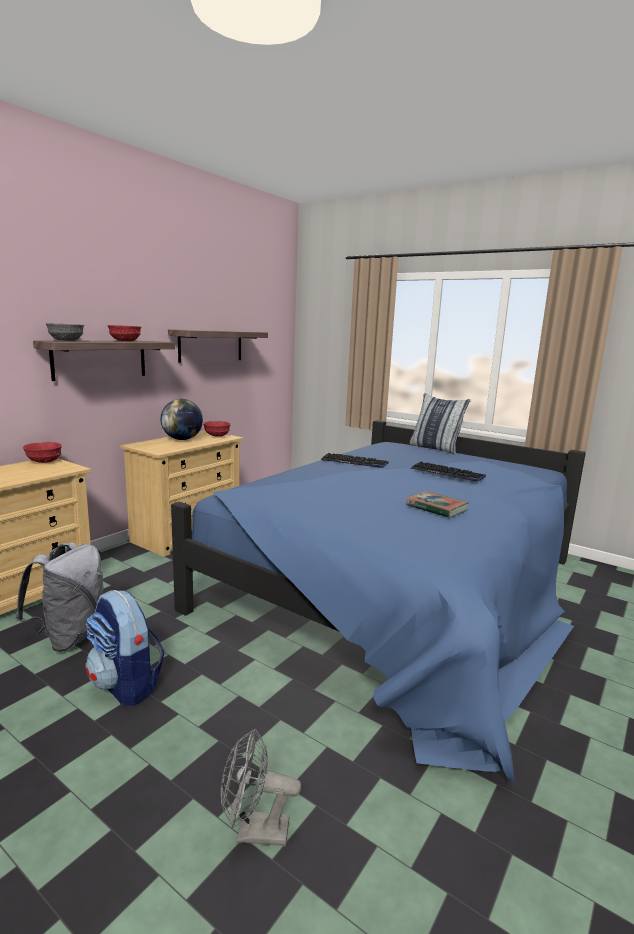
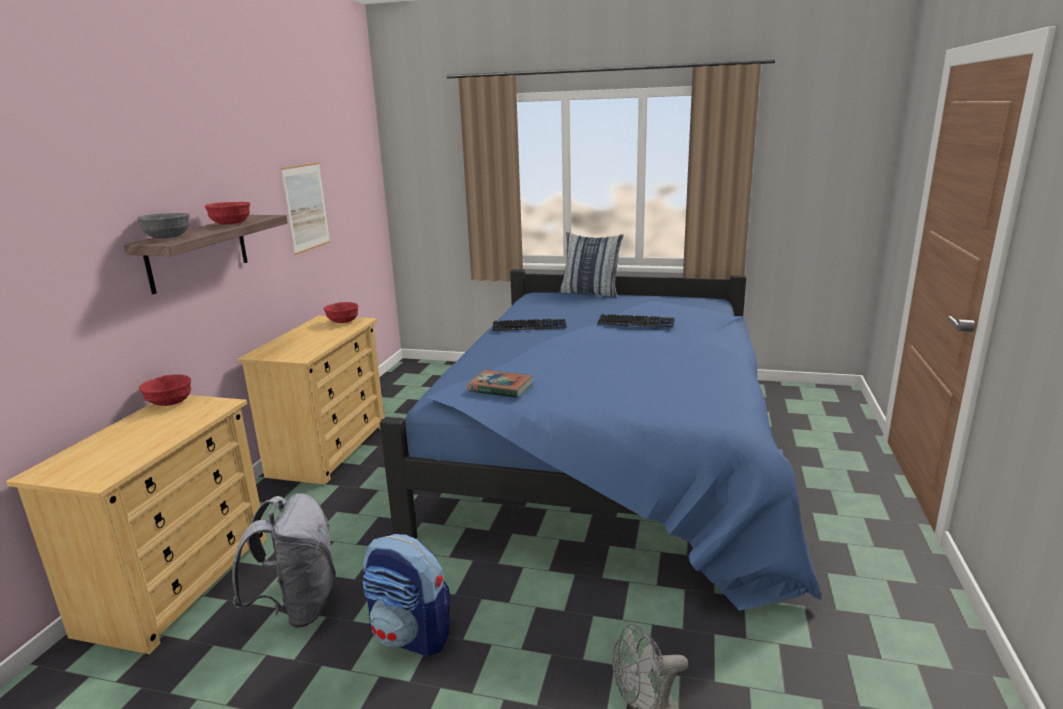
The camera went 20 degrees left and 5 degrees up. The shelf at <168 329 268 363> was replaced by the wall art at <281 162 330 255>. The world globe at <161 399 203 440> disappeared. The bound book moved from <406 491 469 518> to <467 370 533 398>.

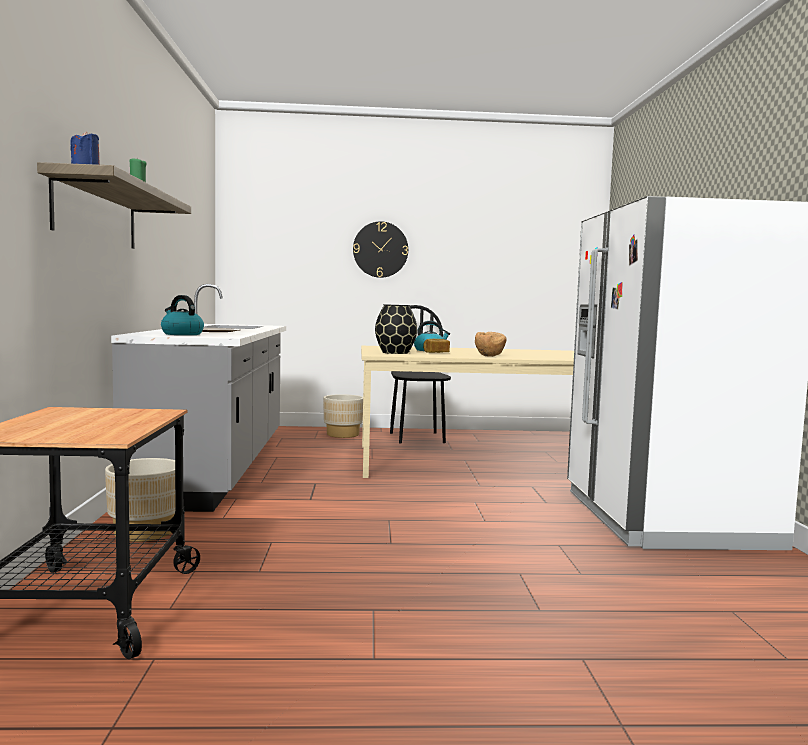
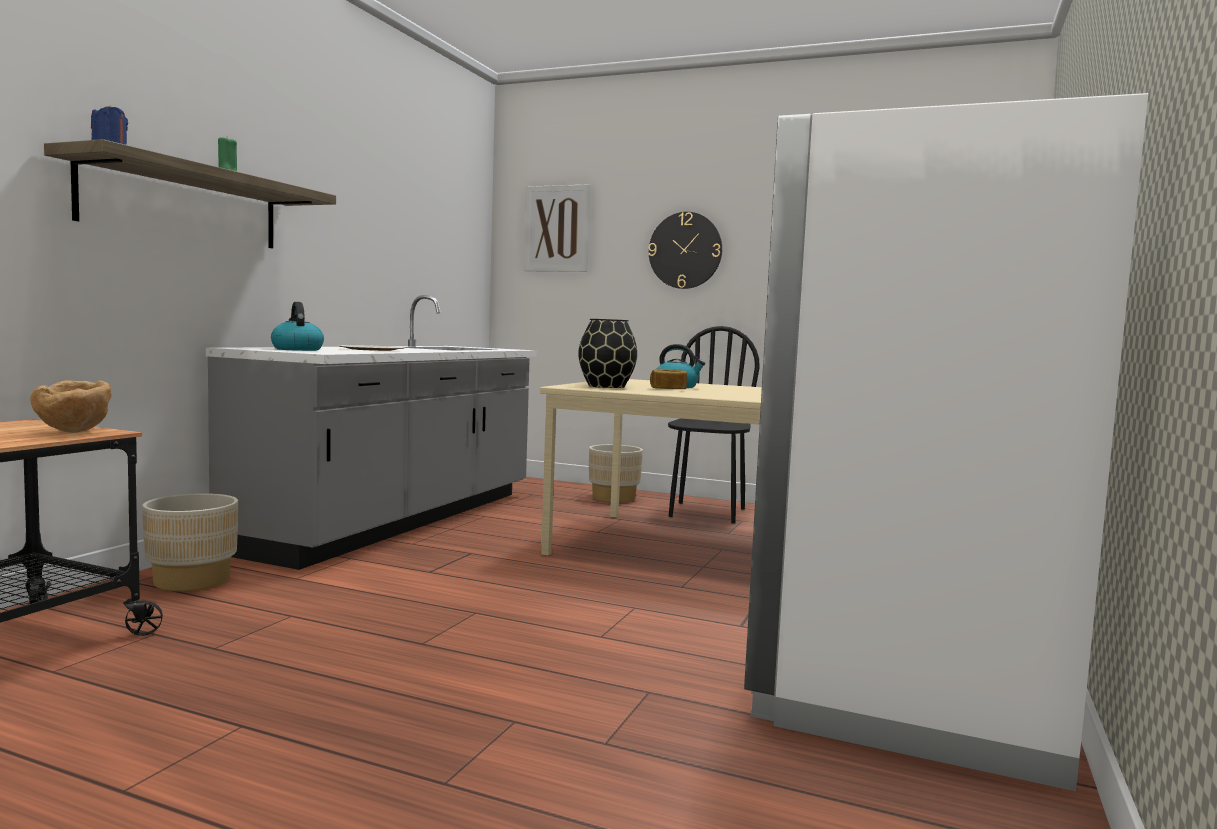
The camera went 25 degrees right and 0 degrees up. The brownish serving bowl moved from <475 332 507 357> to <30 380 112 433>. The wall art at <524 184 591 272> appeared.

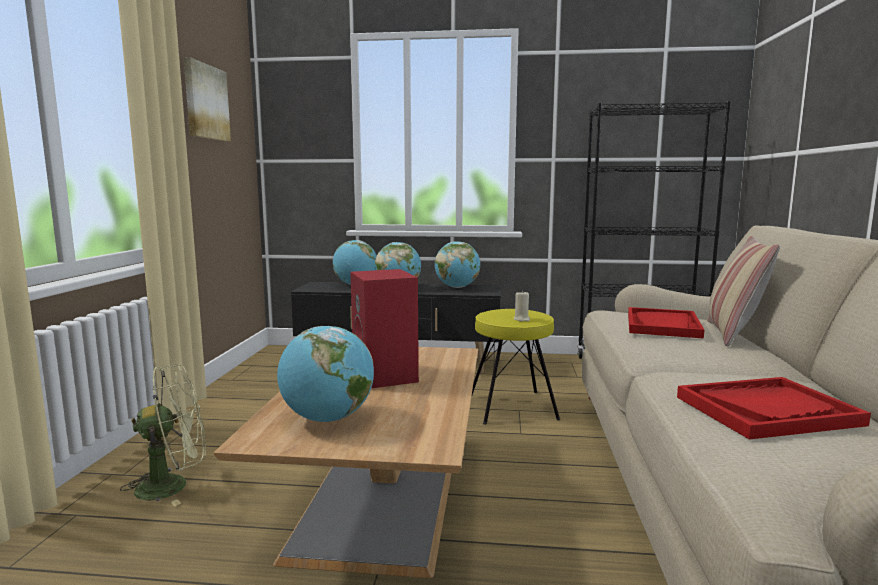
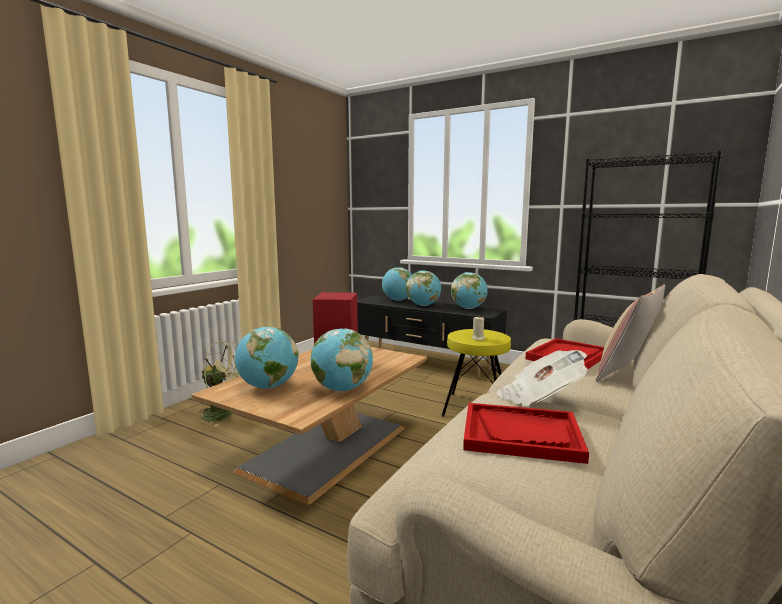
The camera went 25 degrees right and 0 degrees up. The wall art at <184 57 231 141> disappeared. The world globe at <311 328 373 391> appeared. The newspaper at <496 350 588 407> appeared.

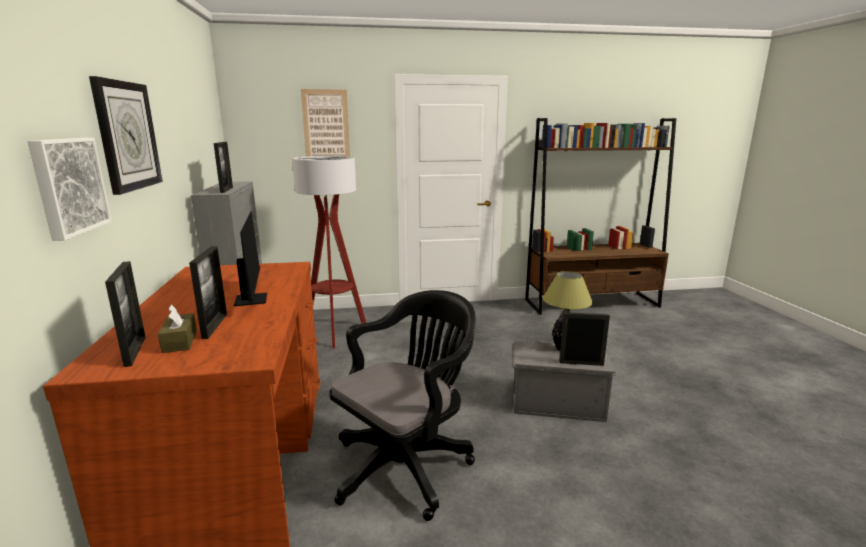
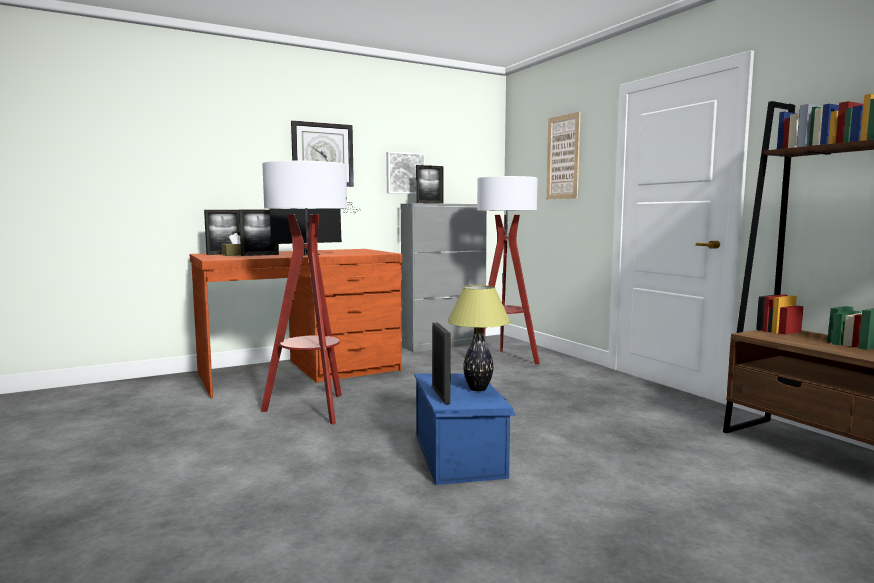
The camera went 70 degrees right and 10 degrees down. The wall art moved from <27 138 112 241> to <386 152 425 194>. The black office chair at <329 290 475 521> was replaced by the standard lamp at <261 160 347 425>. The gray storage bin at <513 341 617 422> became the bluish storage bin at <414 373 516 485>.

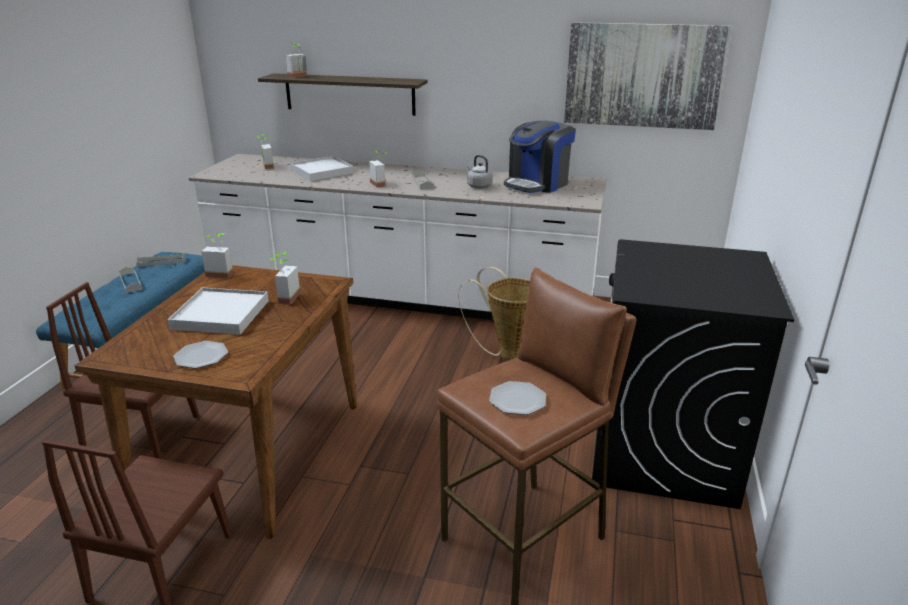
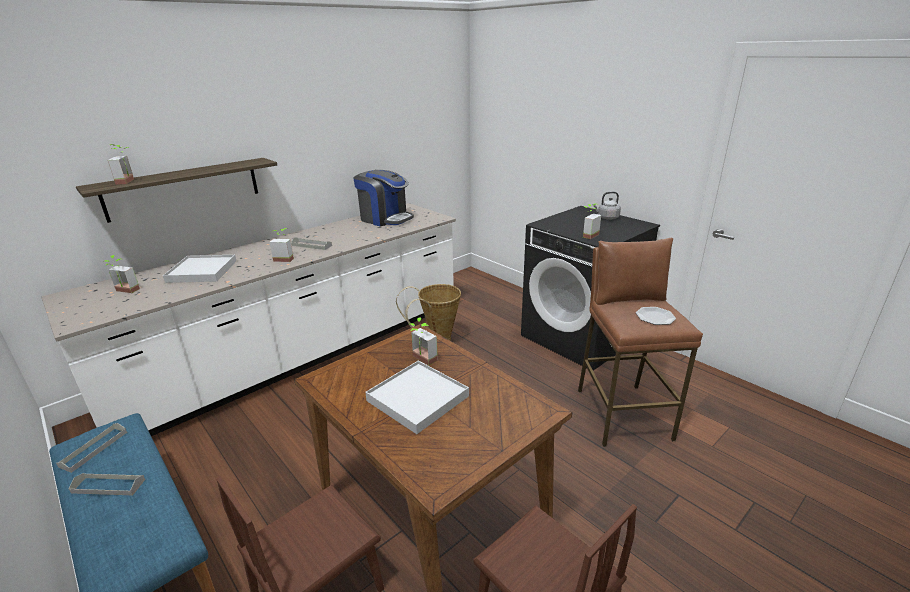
The camera went 55 degrees left and 0 degrees up. The wall art at <564 22 732 130> disappeared. The coffee brewer at <504 121 576 193> turned 45 degrees counterclockwise. The gray kettle moved from <467 155 493 189> to <593 192 621 220>. The houseplant moved from <201 233 233 279> to <583 204 601 239>. The flat dish at <173 341 228 369> disappeared.

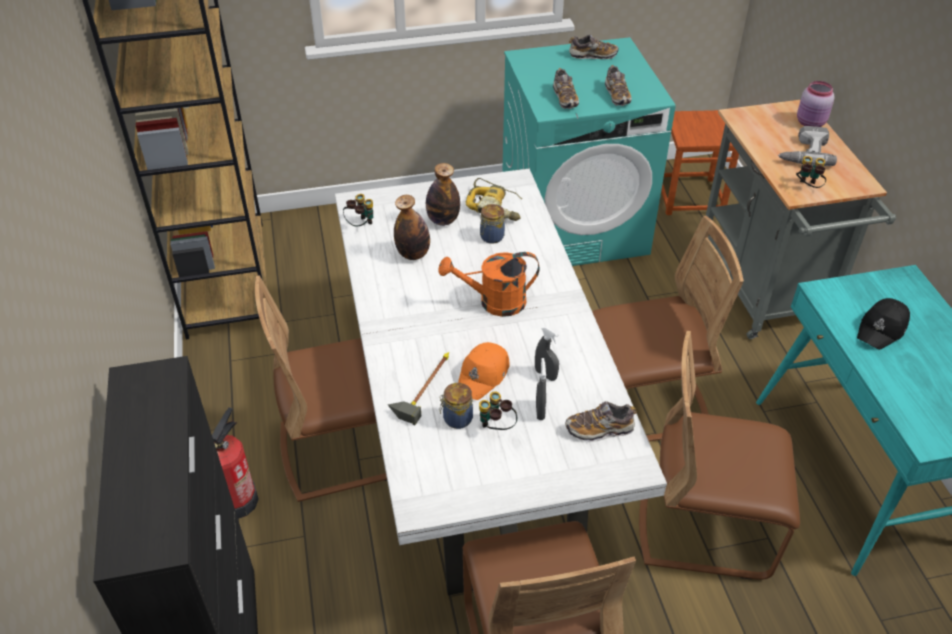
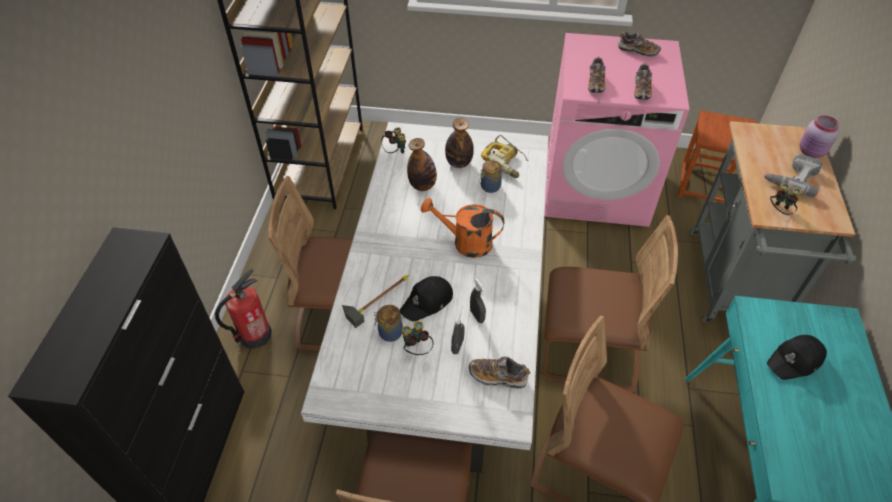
The camera went 20 degrees right and 5 degrees up. The turquoise laundry machine at <502 37 675 266> became the pinkish laundry machine at <544 33 689 227>. The orange cap at <458 342 510 400> became the black cap at <400 276 453 322>.

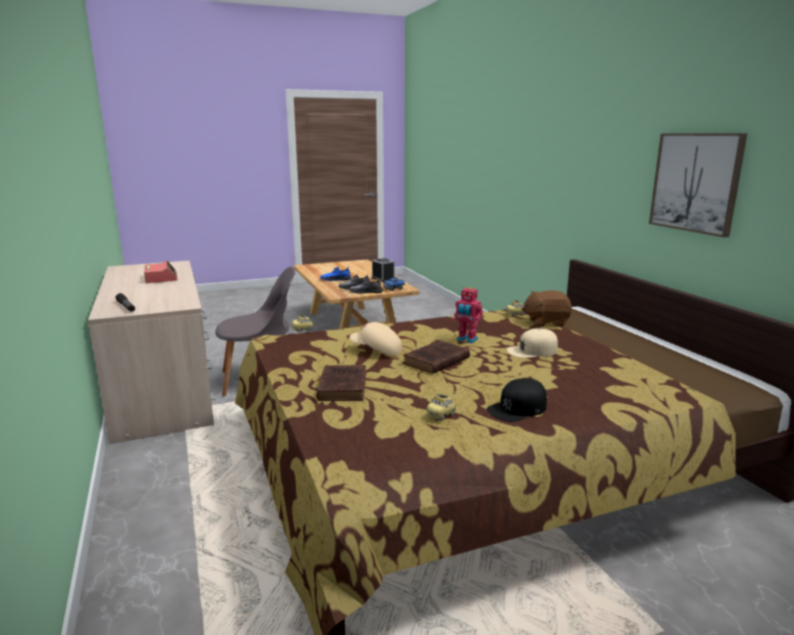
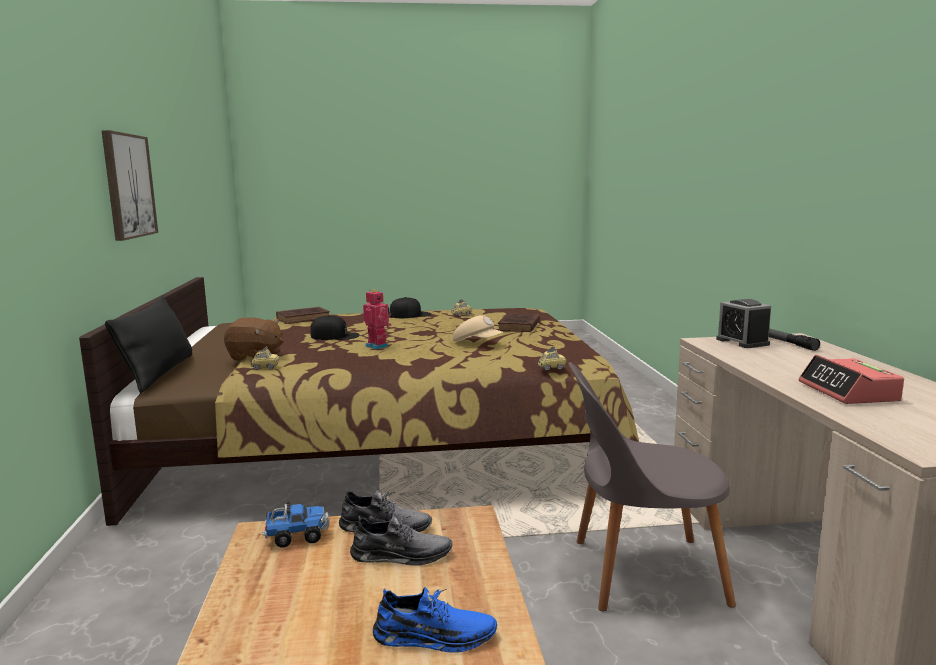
The camera went 165 degrees left and 5 degrees down. The bedside clock moved from <372 258 395 282> to <716 299 771 348>. The beige cap at <507 328 558 358> became the black cap at <310 315 360 340>. The brownish bound book moved from <403 340 470 374> to <276 307 330 324>. The black pillow at <105 296 192 393> appeared.

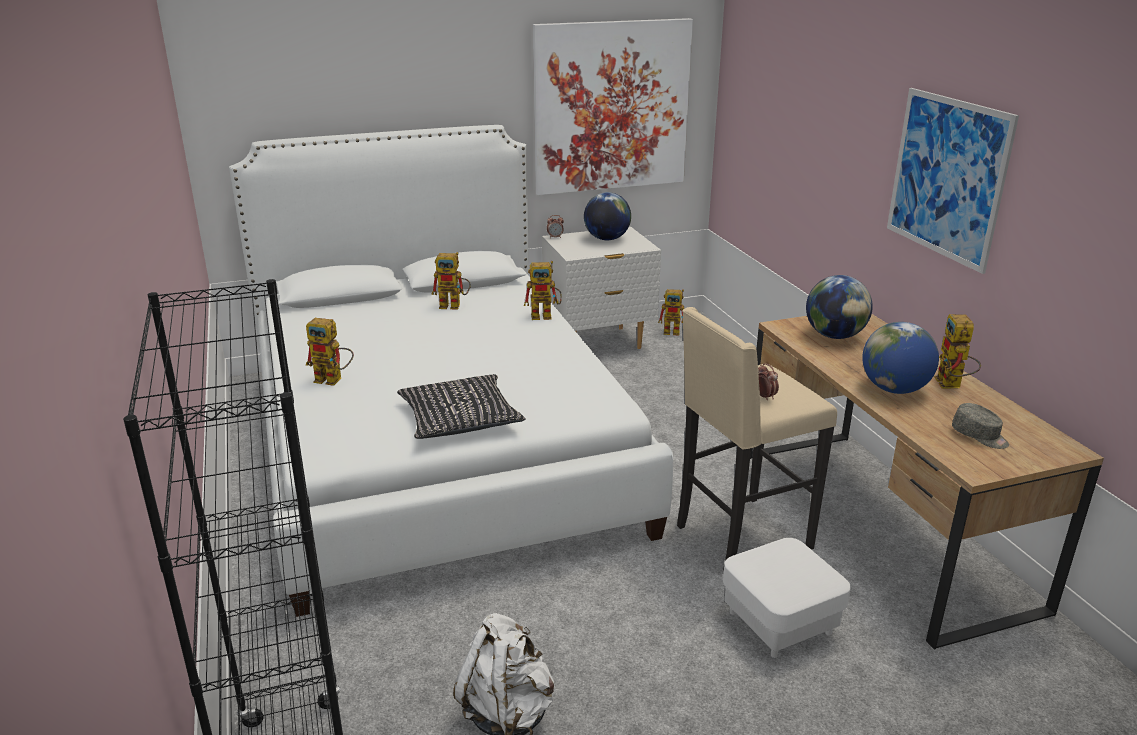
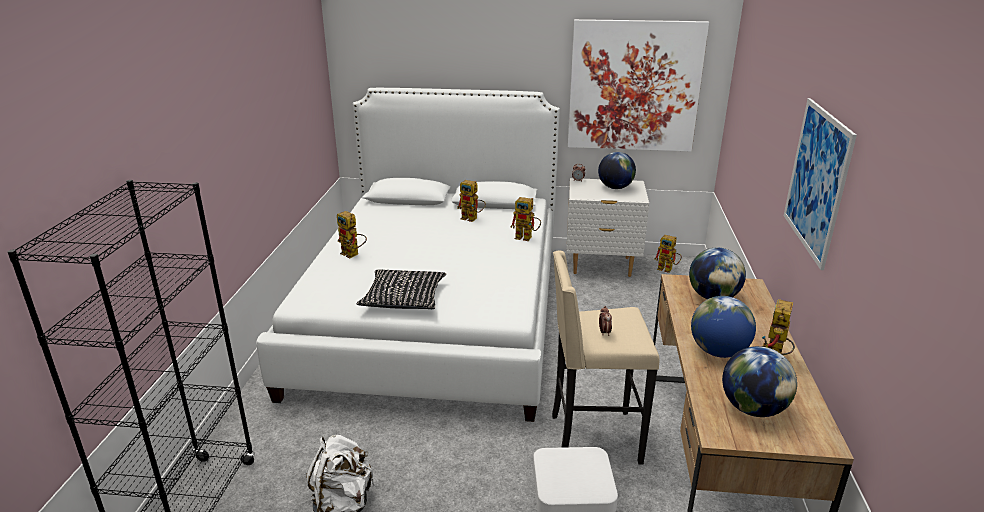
The camera went 25 degrees right and 0 degrees up. The gray cap at <952 403 1009 449> was replaced by the world globe at <722 346 797 417>.

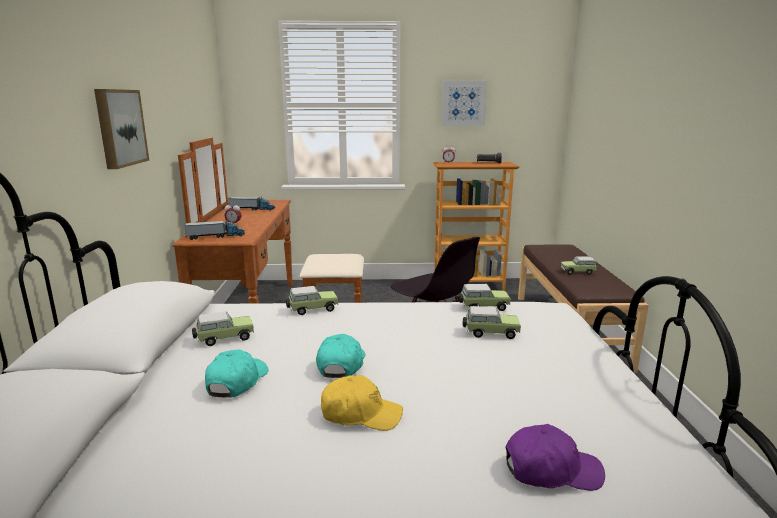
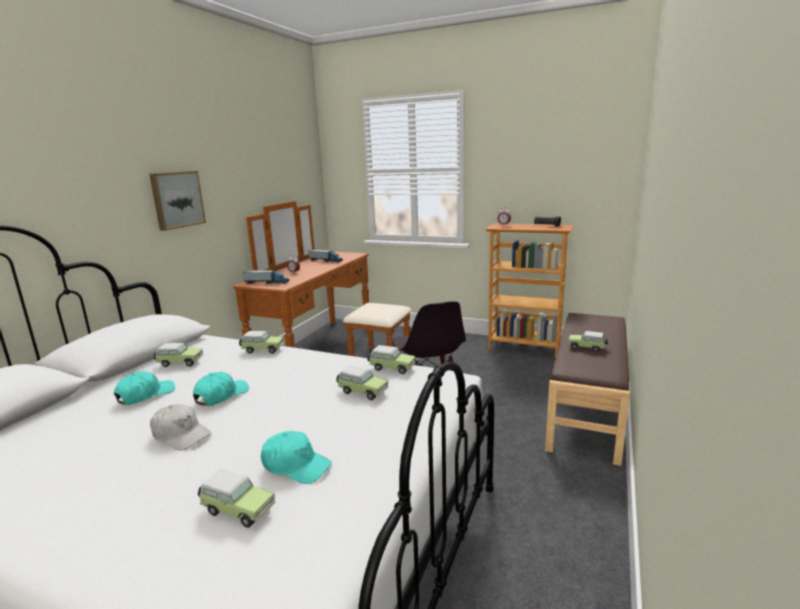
The camera went 25 degrees right and 0 degrees up. The wall art at <442 81 487 126> disappeared. The yellow-coloured cap at <321 375 403 431> became the white-coloured cap at <150 404 211 451>. The purple cap at <505 424 605 491> was replaced by the miniature car at <198 469 276 528>. The turquoise cap at <261 431 332 484> appeared.

